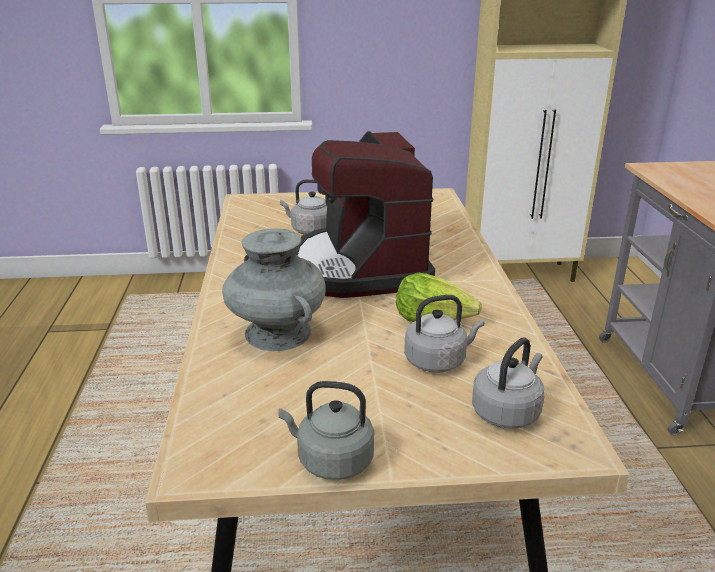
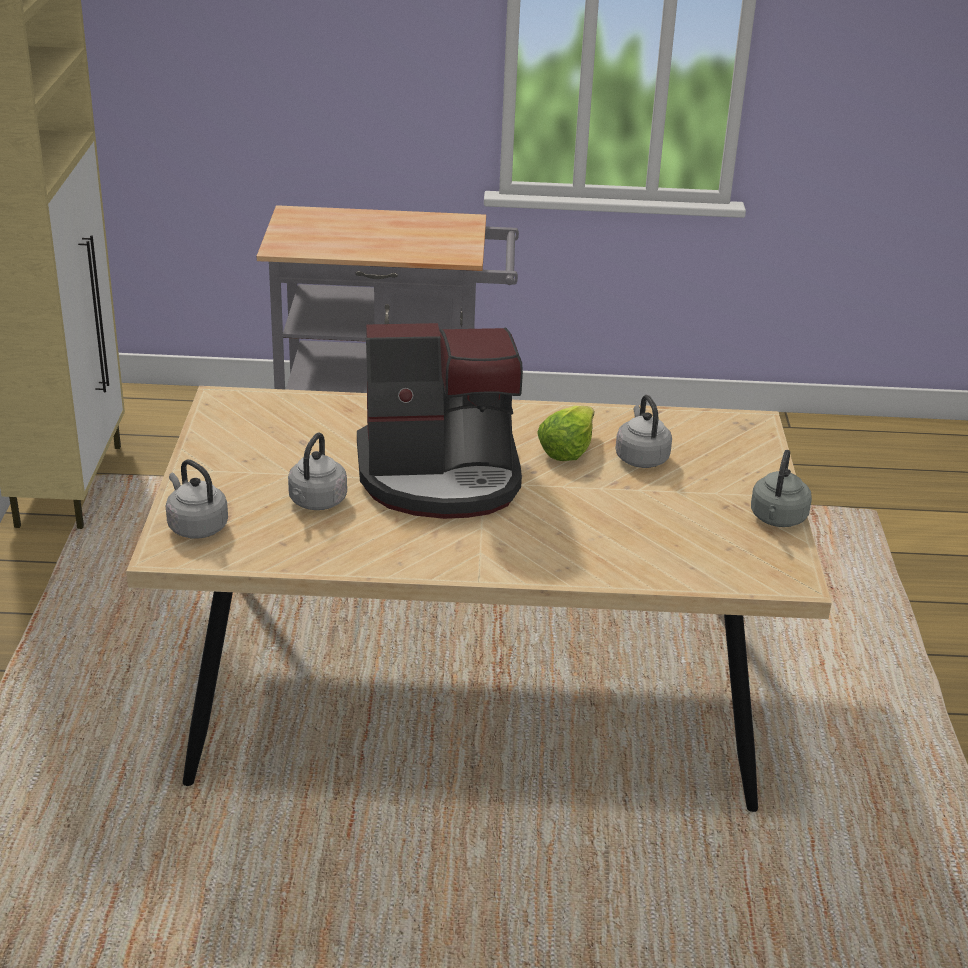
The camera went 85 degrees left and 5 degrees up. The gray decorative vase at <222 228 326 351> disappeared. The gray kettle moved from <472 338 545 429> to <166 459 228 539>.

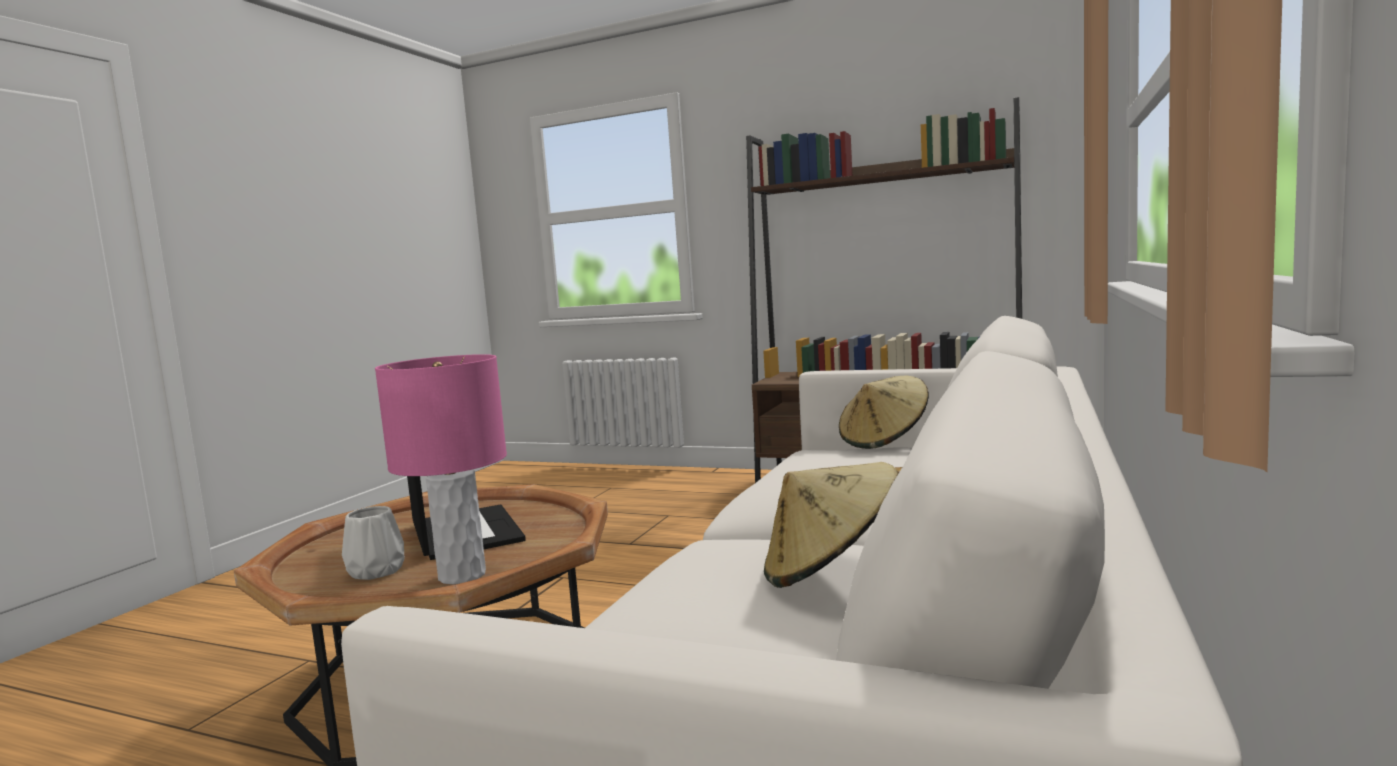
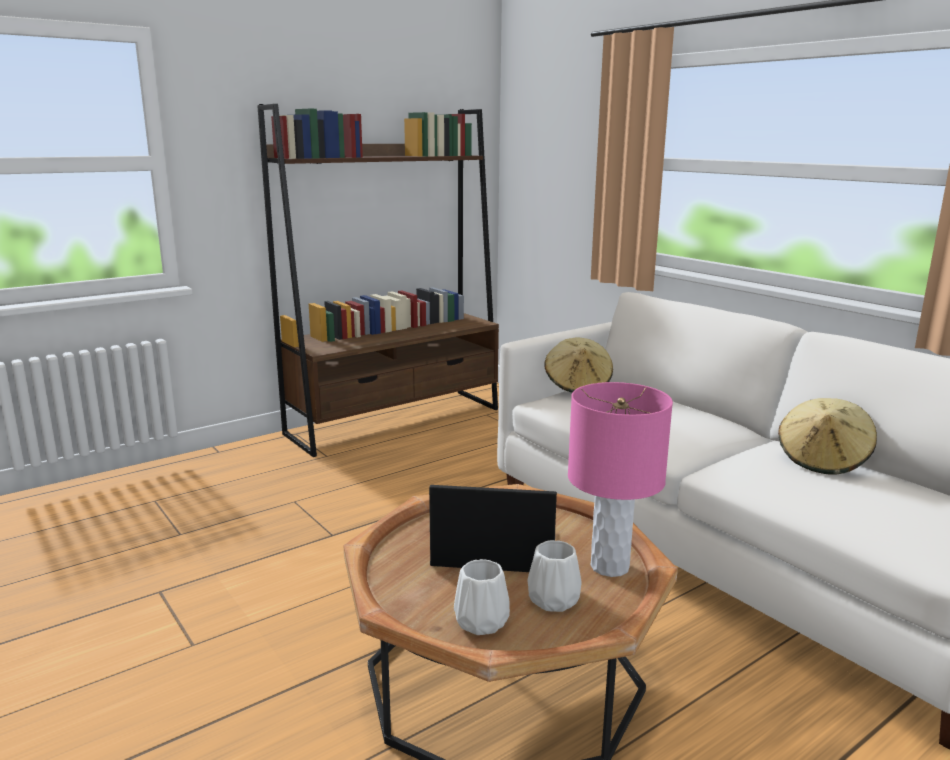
The camera went 60 degrees left and 10 degrees up. The white-coloured decorative vase at <454 559 510 635> appeared.

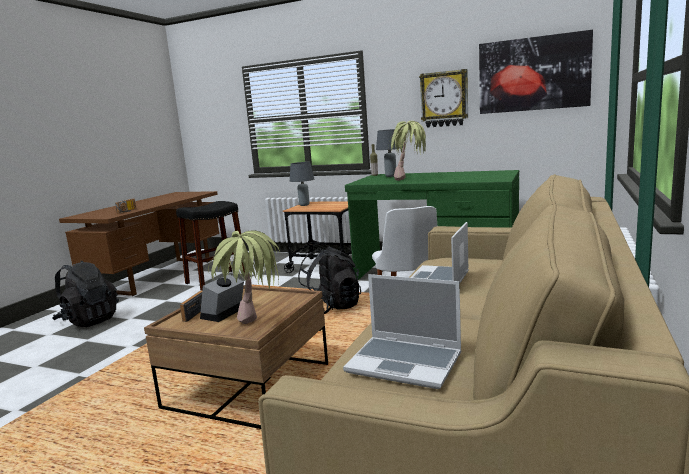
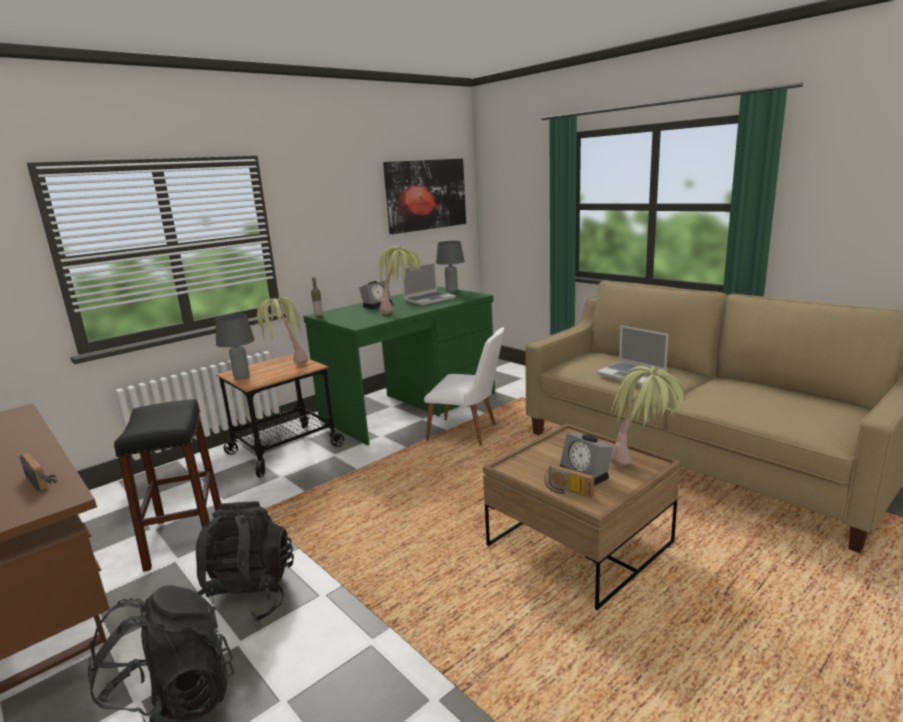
The camera went 65 degrees left and 5 degrees up. The hanging clock at <419 69 468 128> disappeared. The gray tabletop lamp moved from <376 129 403 177> to <436 241 465 292>. The black knapsack moved from <298 246 361 314> to <196 501 294 623>. The portable computer moved from <343 274 462 389> to <401 262 456 306>. The bedside clock at <359 280 393 309> appeared. The houseplant at <255 297 308 365> appeared.

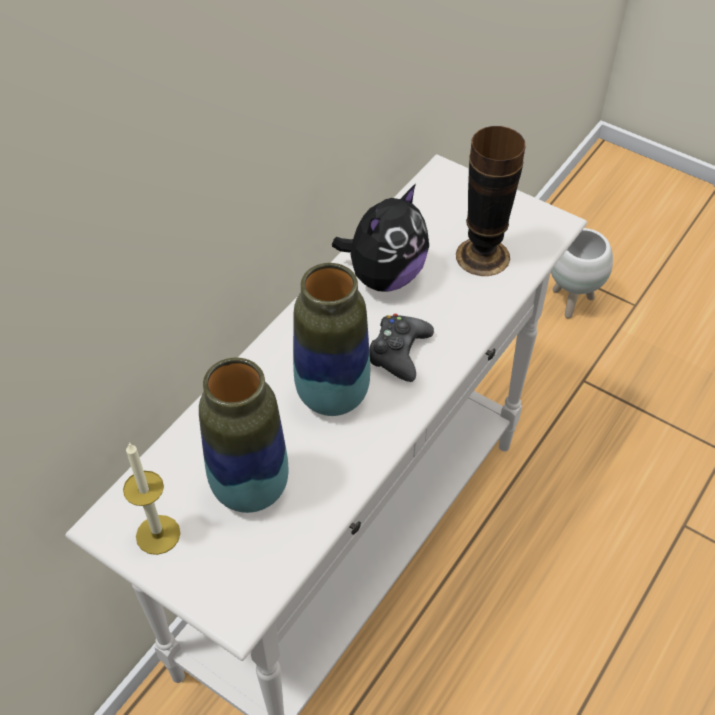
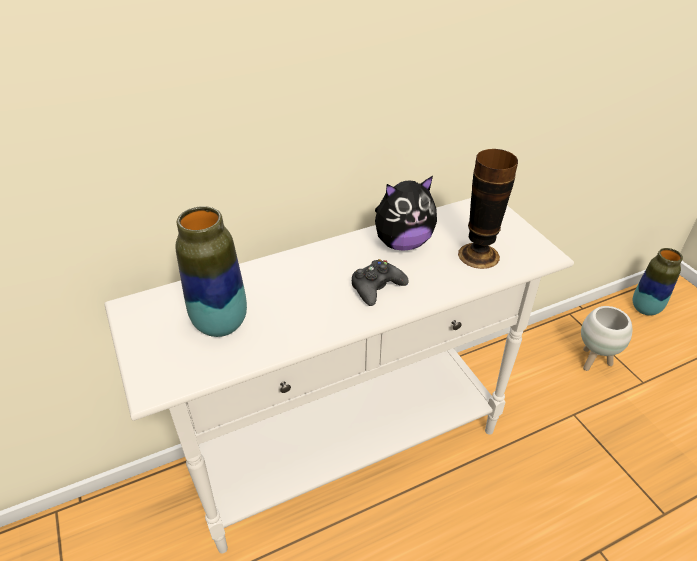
The camera went 30 degrees right and 10 degrees down. The decorative vase moved from <293 263 370 416> to <633 248 683 316>. The wax light at <123 442 180 555> disappeared.

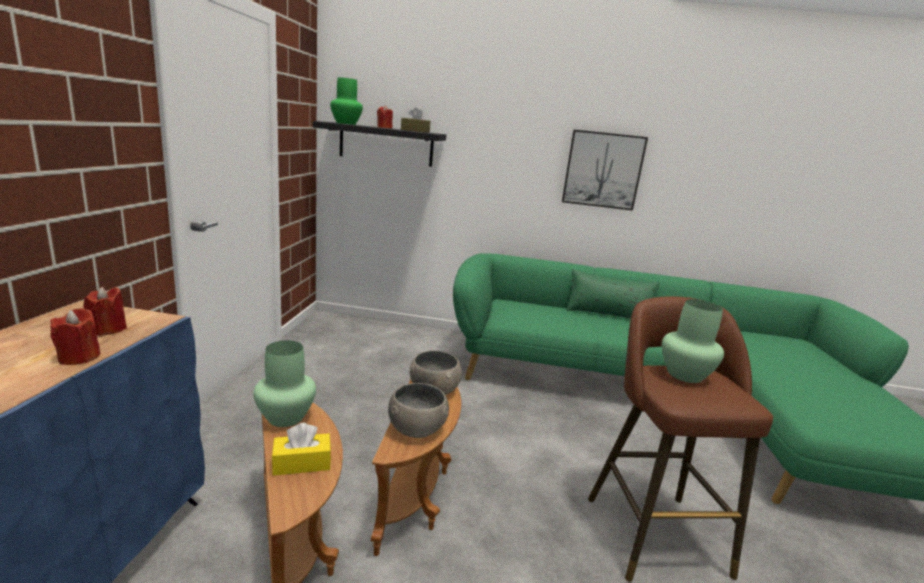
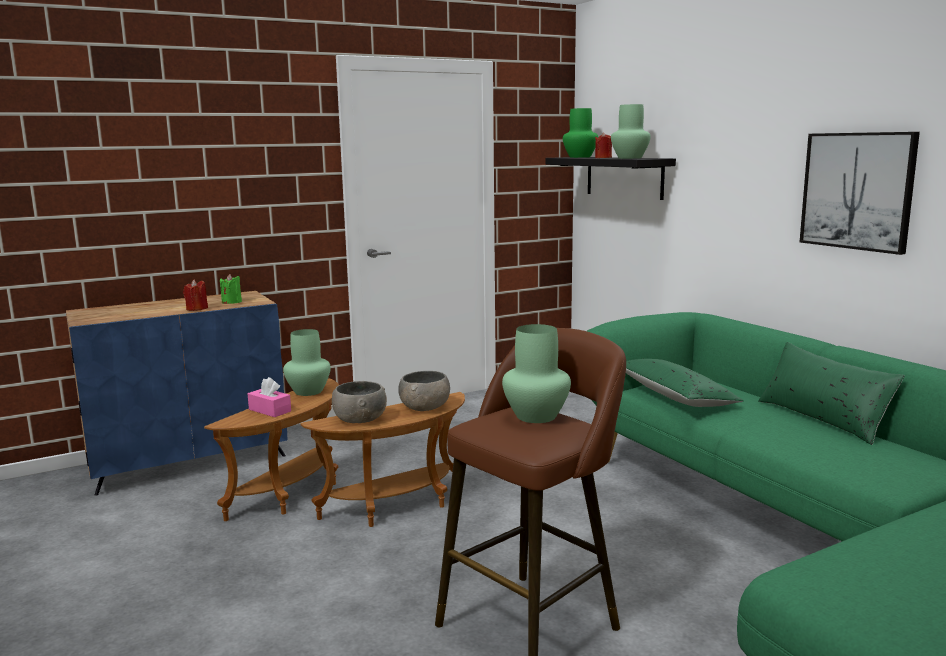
The camera went 55 degrees right and 5 degrees down. The brownish tissue box at <401 107 430 133> was replaced by the greenish decorative vase at <611 104 651 159>. The red-coloured wax light at <84 287 127 336> became the greenish wax light at <220 274 242 304>. The yellow-coloured tissue box at <272 423 331 476> became the pinkish tissue box at <248 377 291 417>. The greenish pillow at <626 359 743 407> appeared.

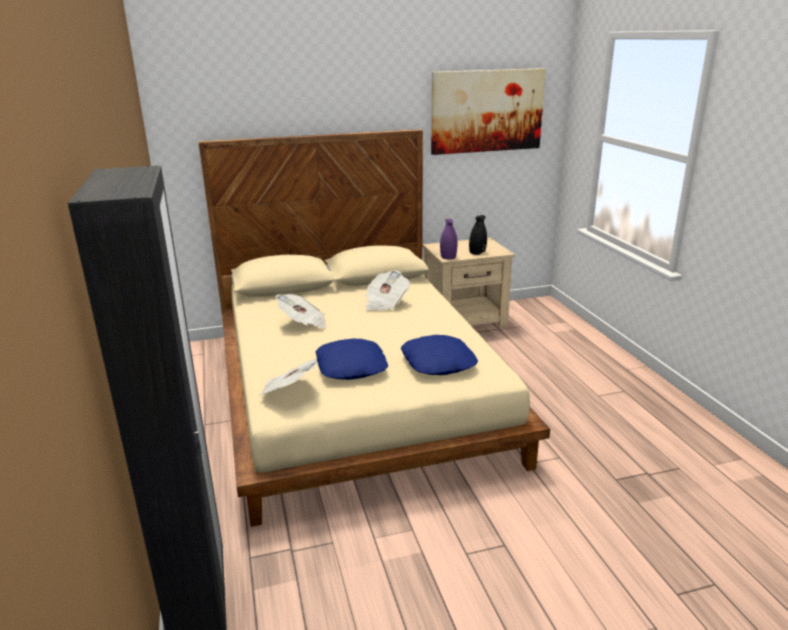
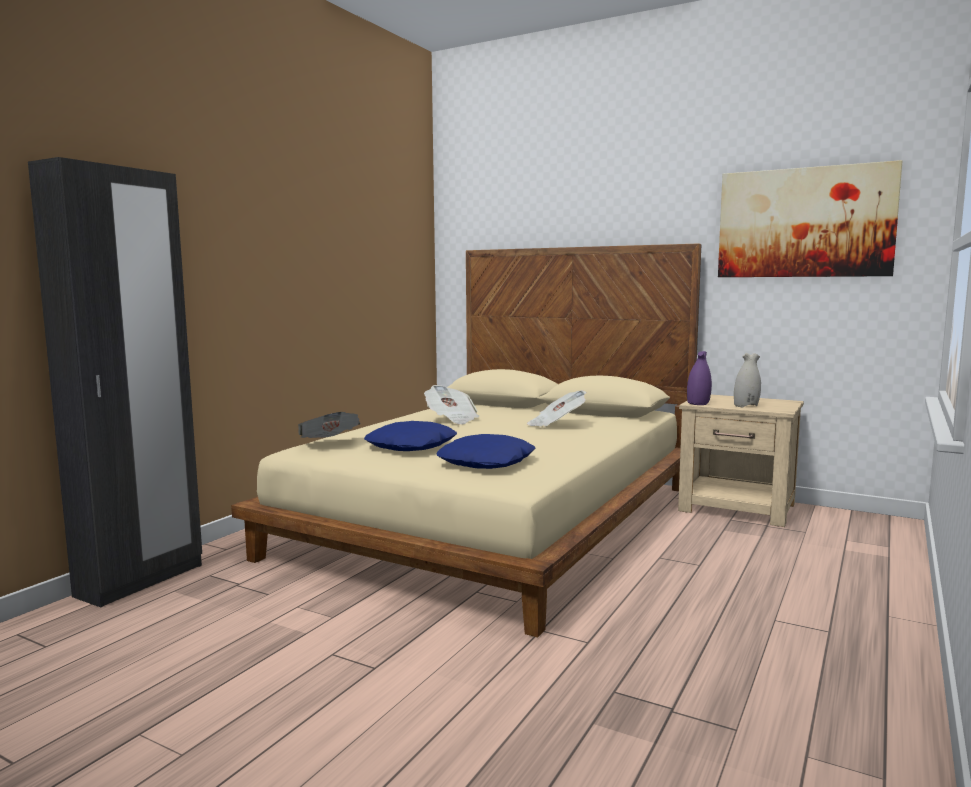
The camera went 45 degrees right and 15 degrees down. The black decorative vase at <469 215 487 255> became the white-coloured decorative vase at <734 353 761 407>.

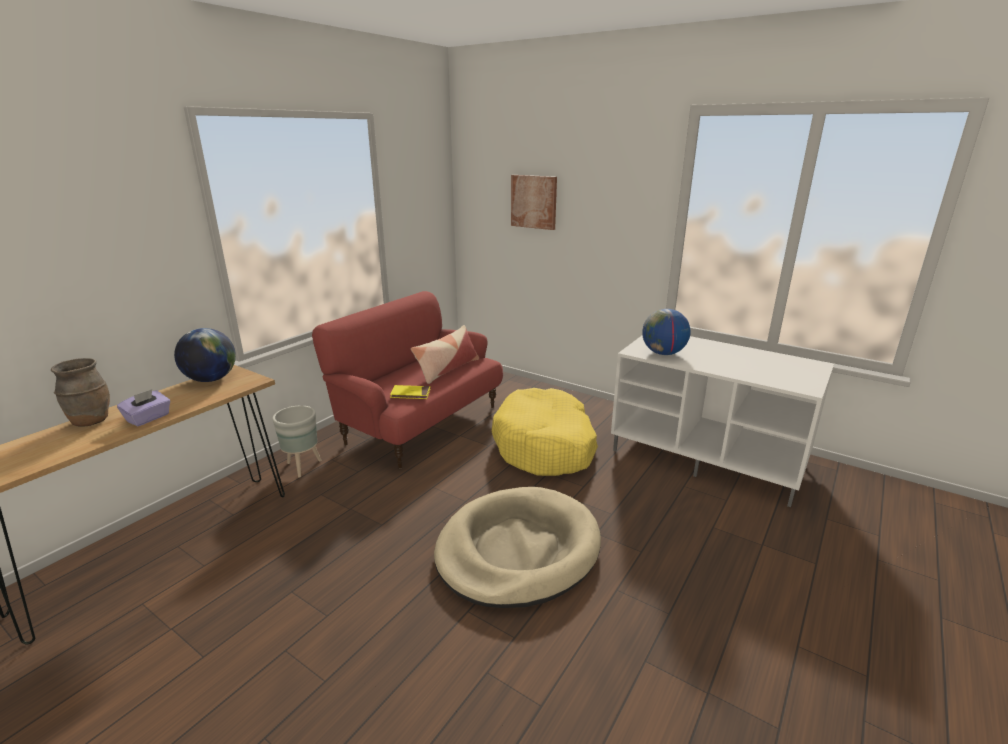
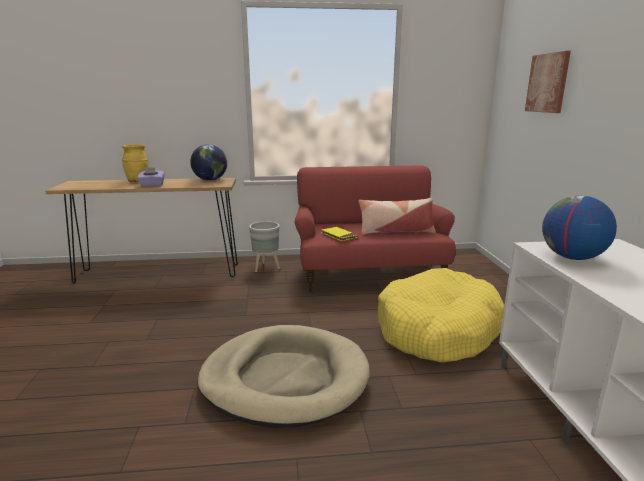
The camera went 50 degrees right and 5 degrees down. The brownish decorative vase at <51 358 110 426> became the yellow-coloured decorative vase at <122 144 149 182>.

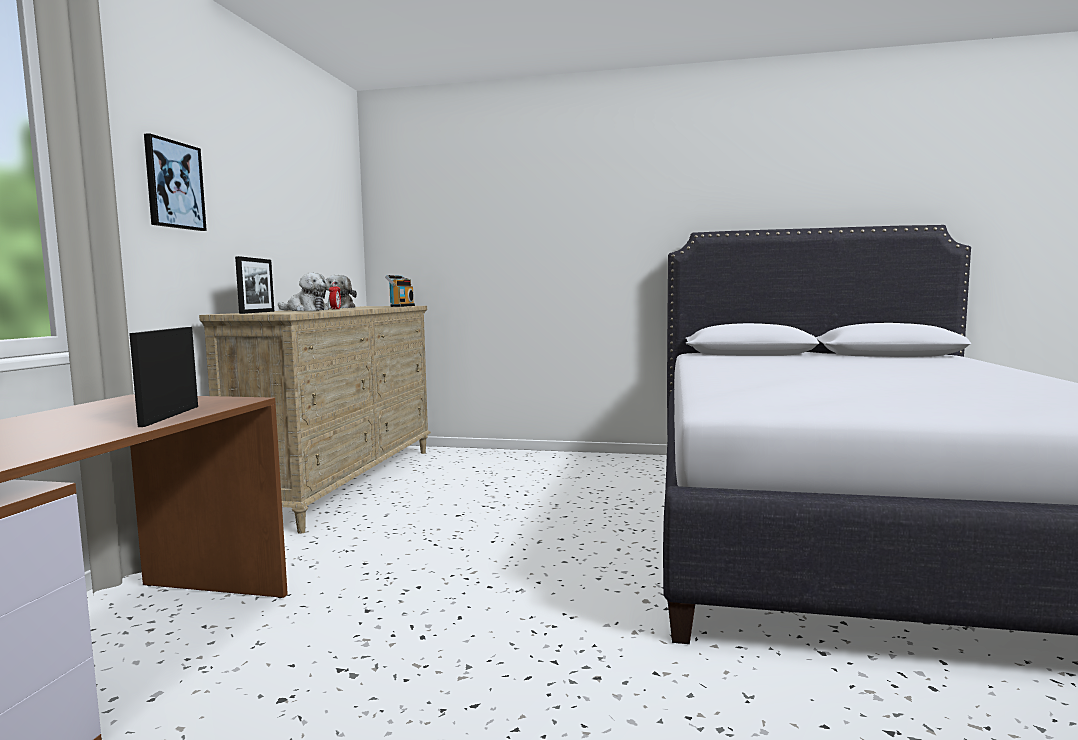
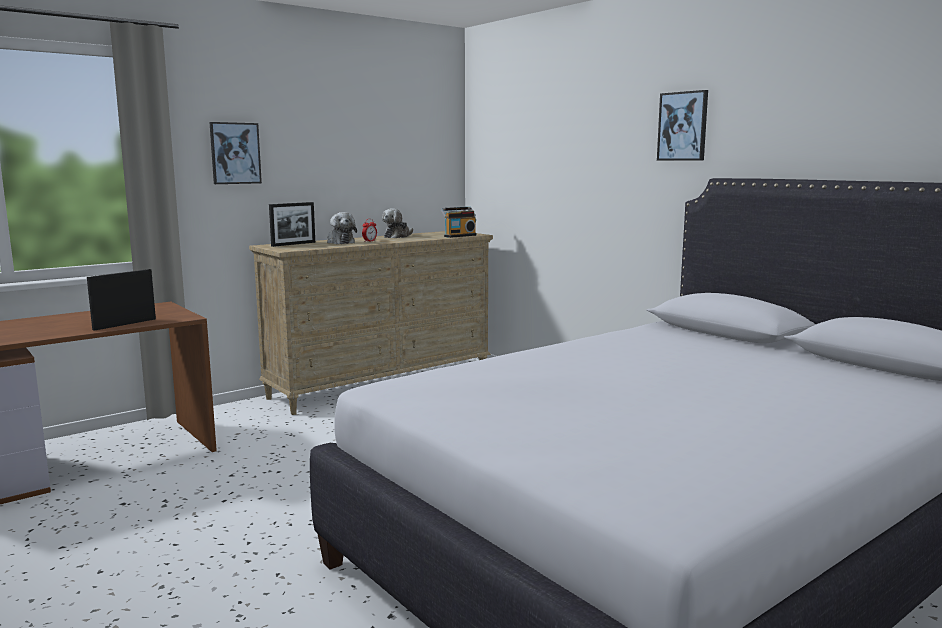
The camera went 40 degrees right and 5 degrees up. The wall art at <657 90 708 161> appeared.

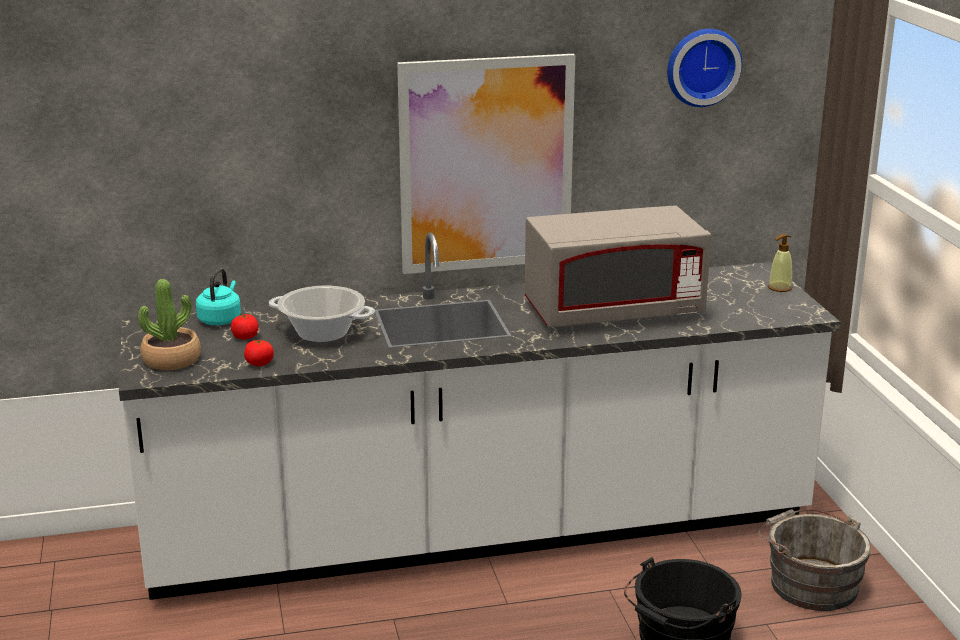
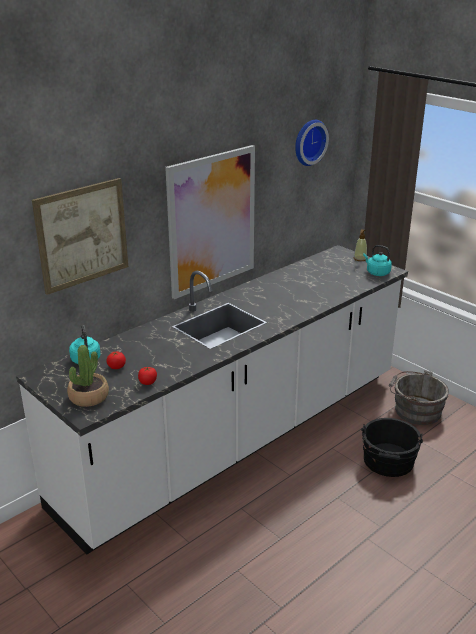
The camera went 30 degrees left and 5 degrees up. The gray microwave at <525 205 711 328> disappeared. The cooking pot at <269 286 375 342> disappeared. The wall art at <32 178 128 295> appeared. The turquoise kettle at <363 245 392 276> appeared.

